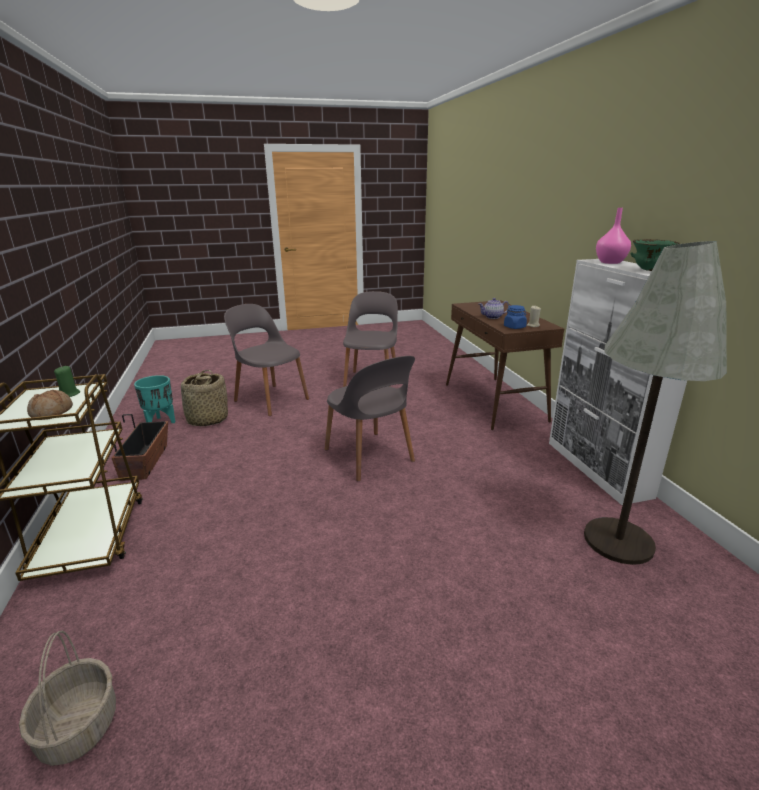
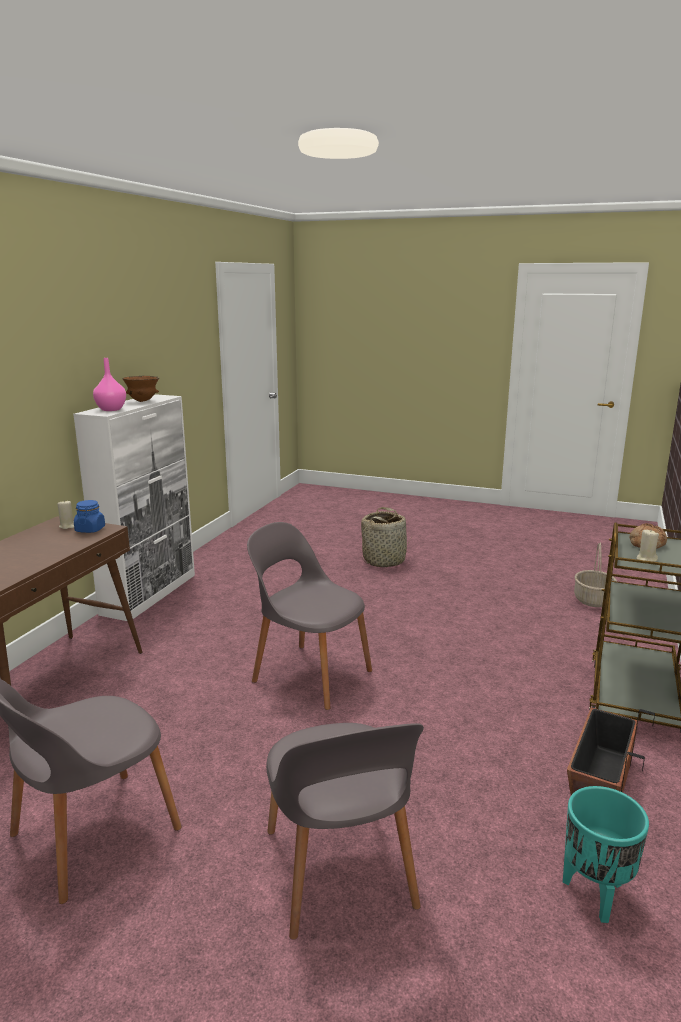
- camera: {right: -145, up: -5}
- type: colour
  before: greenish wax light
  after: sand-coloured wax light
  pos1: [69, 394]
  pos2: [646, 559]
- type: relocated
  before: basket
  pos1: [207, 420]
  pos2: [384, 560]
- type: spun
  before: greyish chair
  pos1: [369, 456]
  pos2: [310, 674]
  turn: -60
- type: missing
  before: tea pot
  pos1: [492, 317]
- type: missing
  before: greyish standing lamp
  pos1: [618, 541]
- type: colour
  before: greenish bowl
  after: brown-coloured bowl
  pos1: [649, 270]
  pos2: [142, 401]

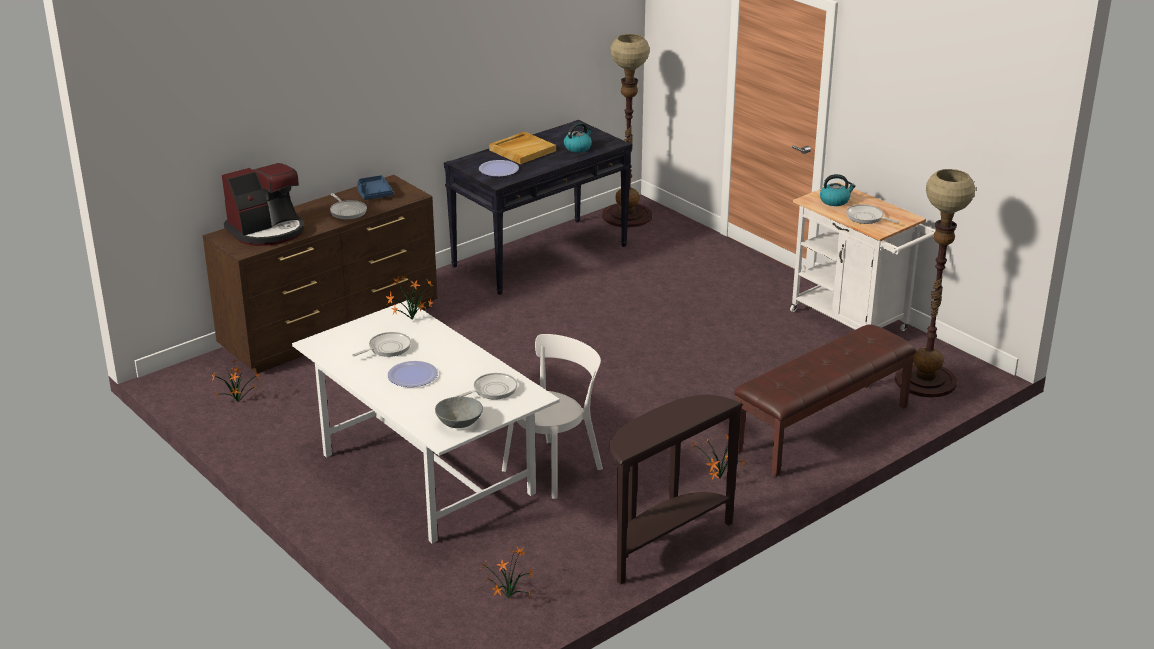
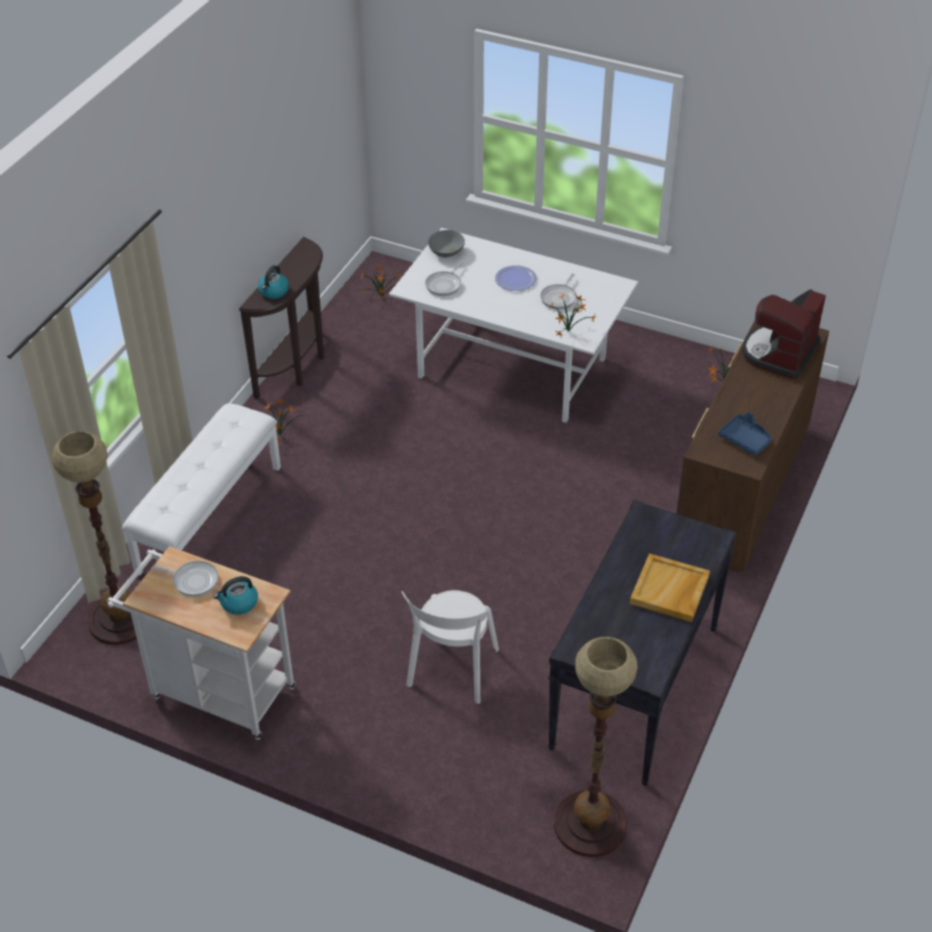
- camera: {right: 155, up: 15}
- type: missing
  before: frying pan
  pos1: [347, 211]
- type: missing
  before: flat dish
  pos1: [498, 169]
- type: relocated
  before: white-coloured chair
  pos1: [555, 467]
  pos2: [451, 671]
- type: relocated
  before: tea kettle
  pos1: [578, 147]
  pos2: [273, 292]
- type: colour
  before: brown-coloured bench
  after: white-coloured bench
  pos1: [822, 429]
  pos2: [209, 518]

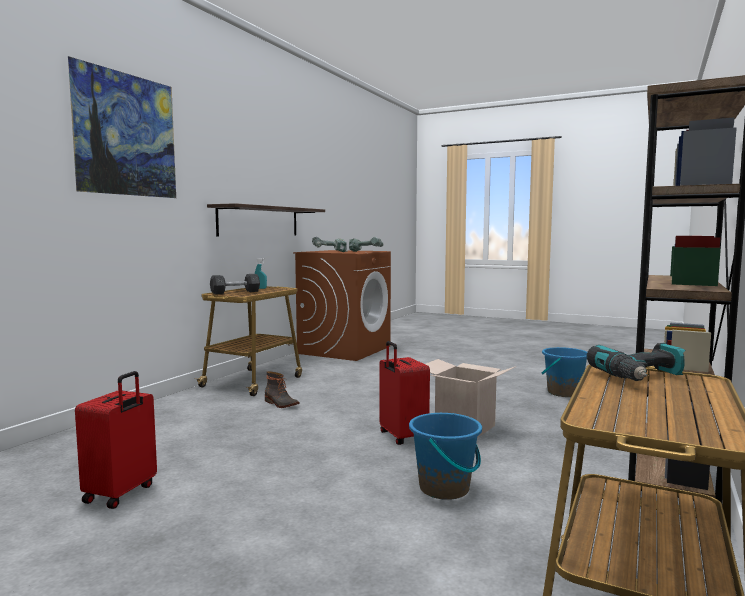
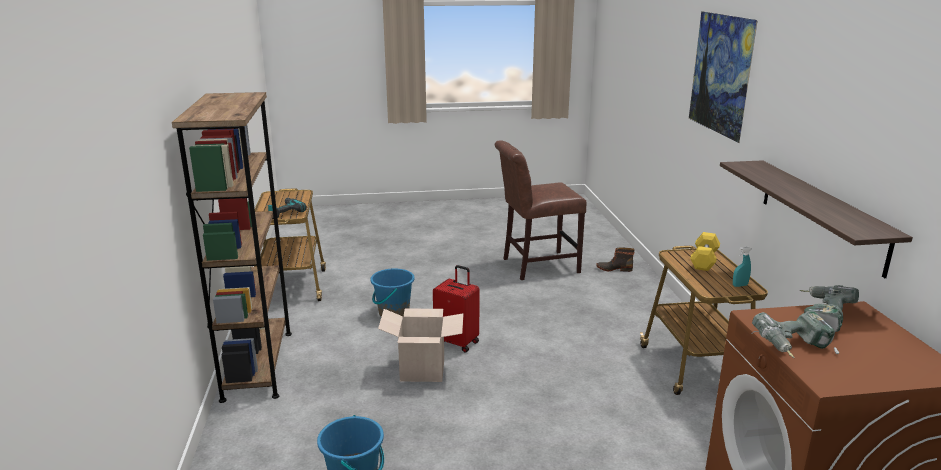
- camera: {right: 145, up: 15}
- type: exchanged
  before: red suitcase
  after: brown-coloured chair
  pos1: [121, 494]
  pos2: [536, 266]
- type: colour
  before: greyish hand weight
  after: yellow-coloured hand weight
  pos1: [235, 292]
  pos2: [704, 260]
- type: relocated
  before: high-top boot
  pos1: [280, 404]
  pos2: [614, 268]

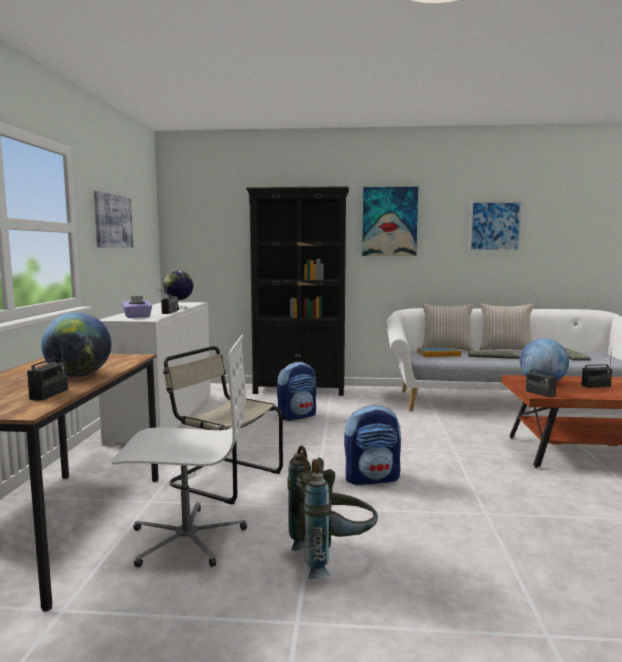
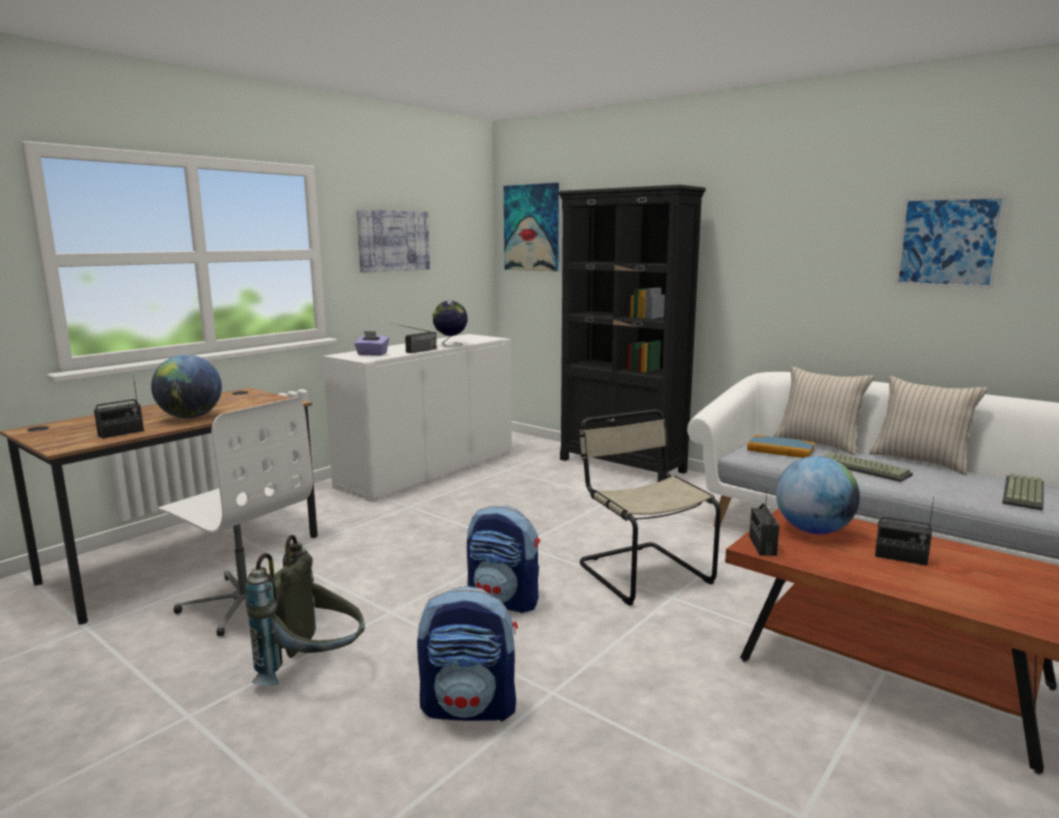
- camera: {right: 35, up: 5}
- type: relocated
  before: sand-coloured chair
  pos1: [223, 478]
  pos2: [641, 571]
- type: relocated
  before: backpack
  pos1: [297, 416]
  pos2: [470, 707]
- type: relocated
  before: picture
  pos1: [389, 221]
  pos2: [532, 228]

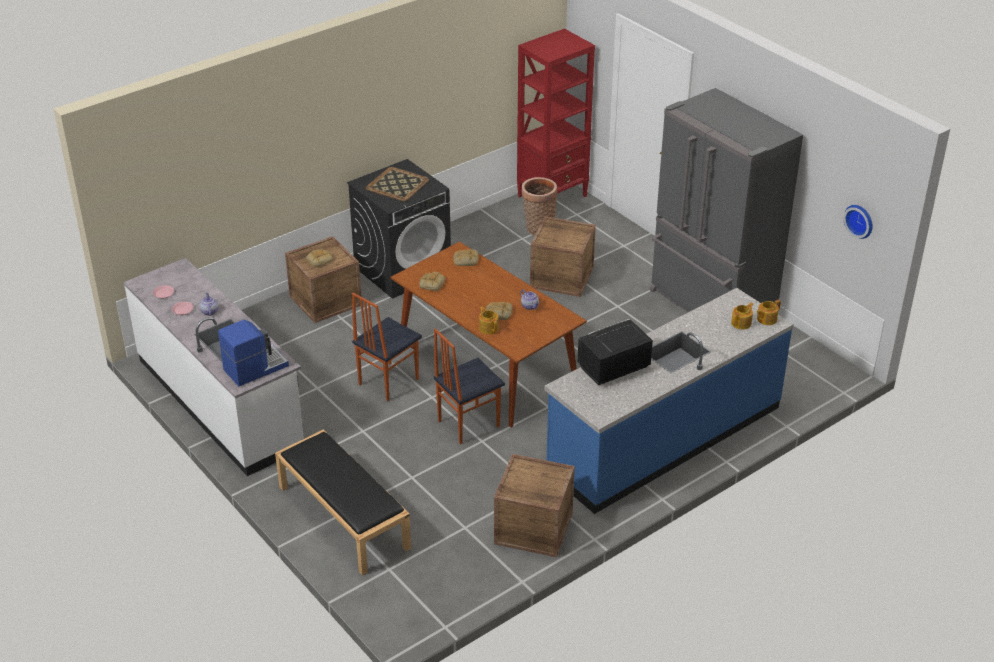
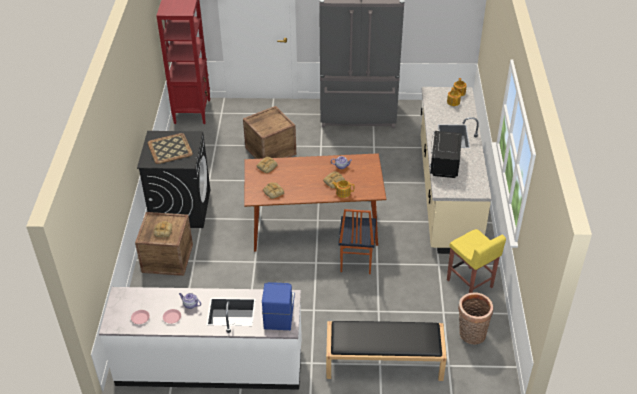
- camera: {right: -50, up: 5}
- type: missing
  before: chair
  pos1: [387, 381]
- type: exchanged
  before: packing crate
  after: yellow-coloured stool
  pos1: [533, 528]
  pos2: [470, 284]
- type: relocated
  before: basket
  pos1: [538, 228]
  pos2: [471, 335]
- type: colour
  before: blue kitchen base unit
  after: sand-coloured kitchen base unit
  pos1: [664, 438]
  pos2: [447, 194]
- type: missing
  before: hanging clock
  pos1: [860, 220]

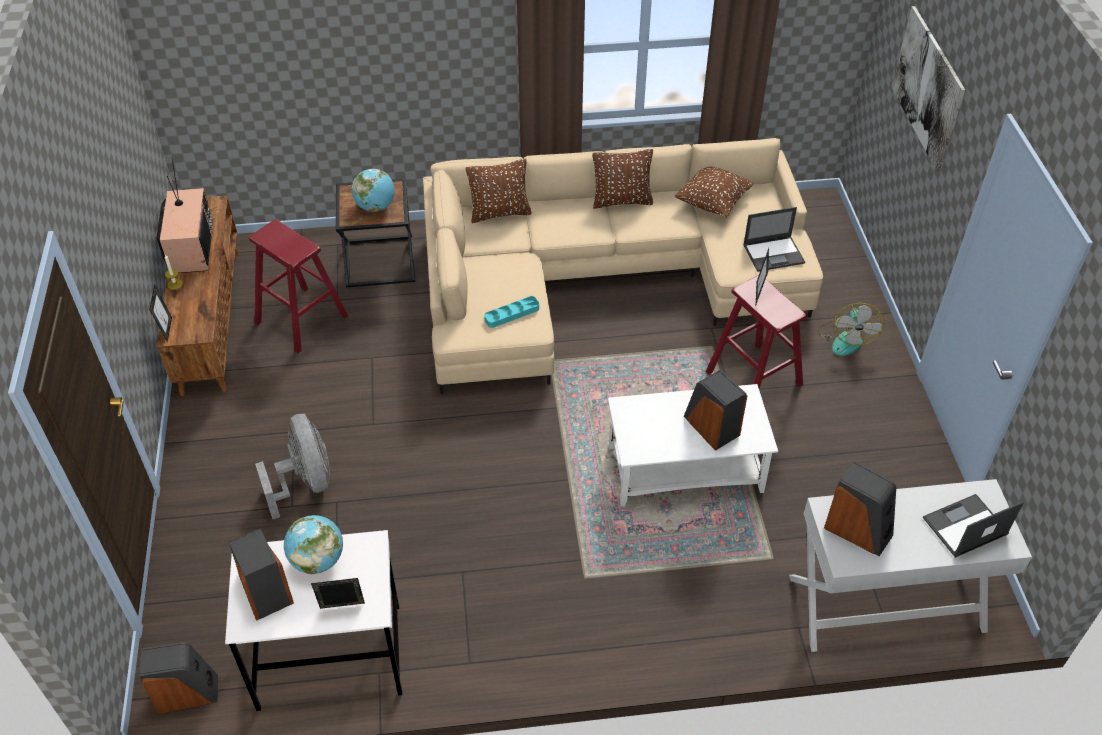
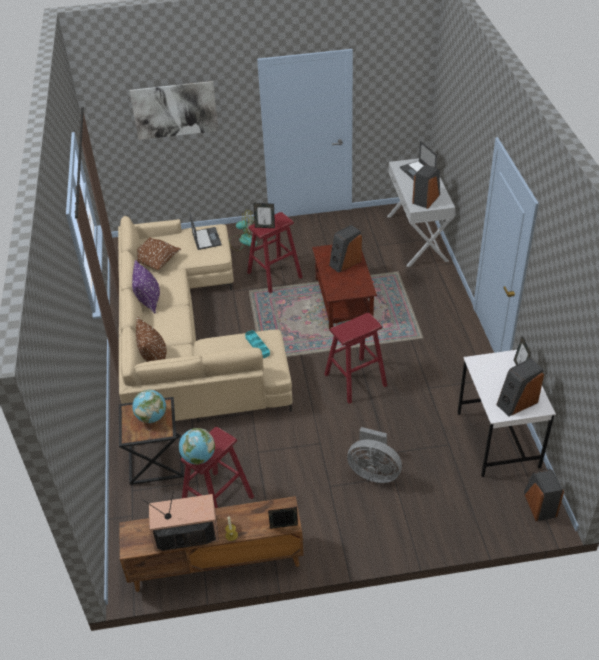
- camera: {right: -90, up: -5}
- type: spun
  before: greyish cooling fan
  pos1: [305, 483]
  pos2: [373, 472]
  turn: -135
- type: relocated
  before: globe
  pos1: [317, 560]
  pos2: [198, 458]
- type: colour
  before: brown-coloured cushion
  after: purple-coloured cushion
  pos1: [621, 201]
  pos2: [149, 300]
- type: colour
  before: white-coloured coffee table
  after: brown-coloured coffee table
  pos1: [686, 468]
  pos2: [343, 301]
- type: appeared
  after: red stool
  pos2: [355, 380]

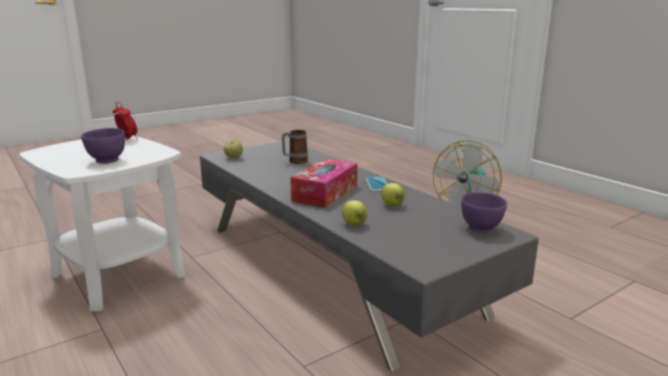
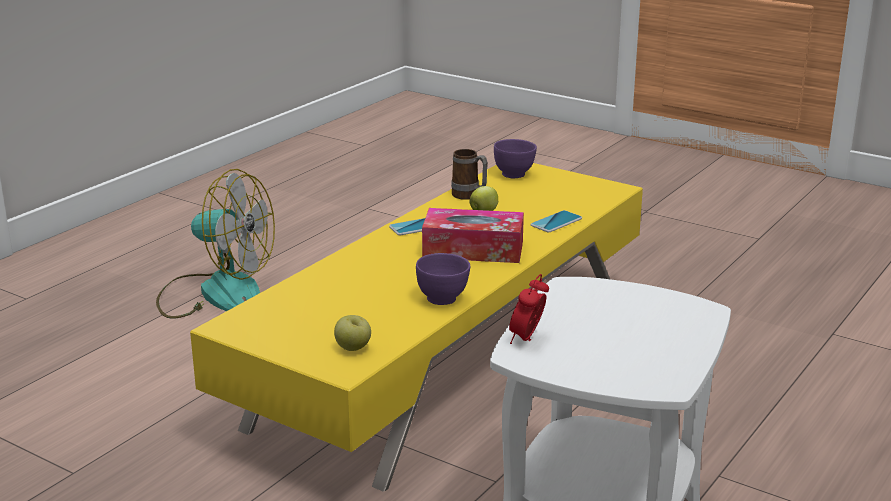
- camera: {right: -110, up: 5}
- type: relocated
  before: purple-coloured bowl
  pos1: [107, 161]
  pos2: [443, 299]
- type: colour
  before: greyish coffee table
  after: yellow-coloured coffee table
  pos1: [331, 267]
  pos2: [446, 360]
- type: relocated
  before: mug
  pos1: [294, 162]
  pos2: [469, 196]
- type: exchanged
  before: apple fruit
  after: phone
  pos1: [354, 224]
  pos2: [556, 222]

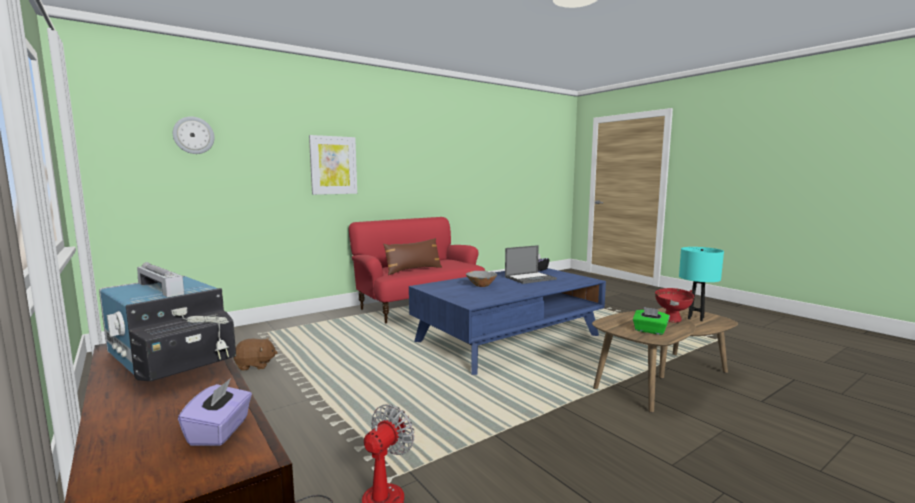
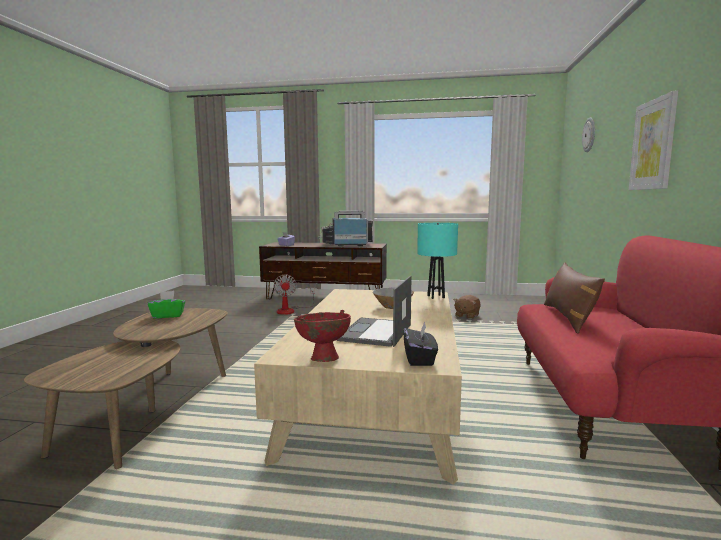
- camera: {right: 135, up: 0}
- type: colour
  before: blue coffee table
  after: sand-coloured coffee table
  pos1: [509, 338]
  pos2: [376, 399]
- type: relocated
  before: red bowl
  pos1: [672, 320]
  pos2: [322, 359]
- type: relocated
  before: blue-green lamp for a table
  pos1: [695, 318]
  pos2: [436, 297]

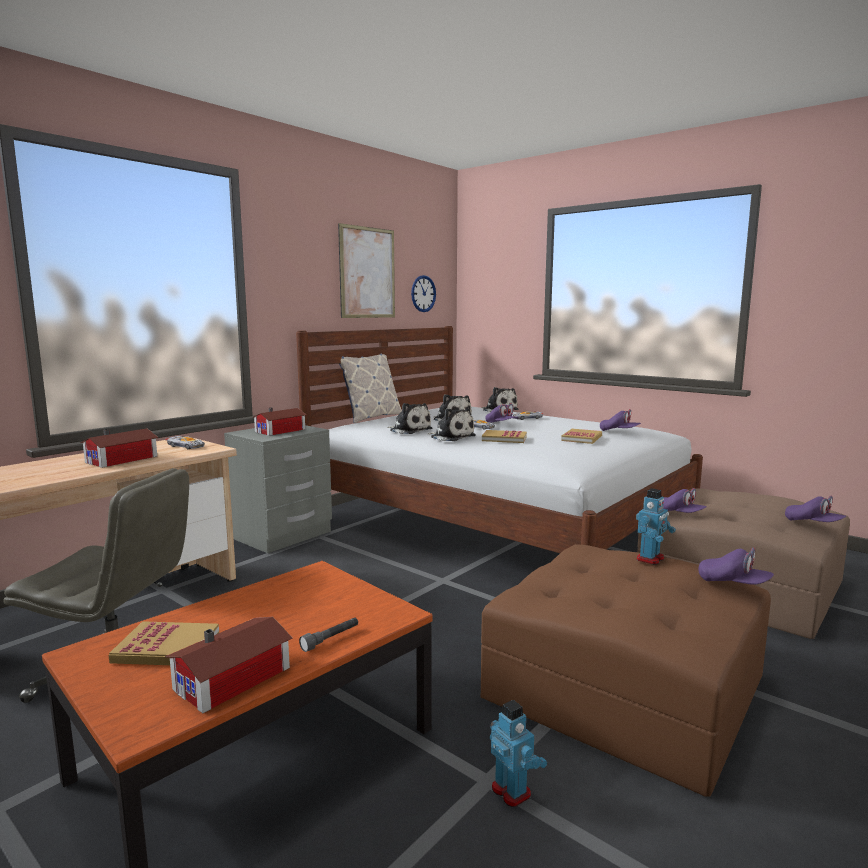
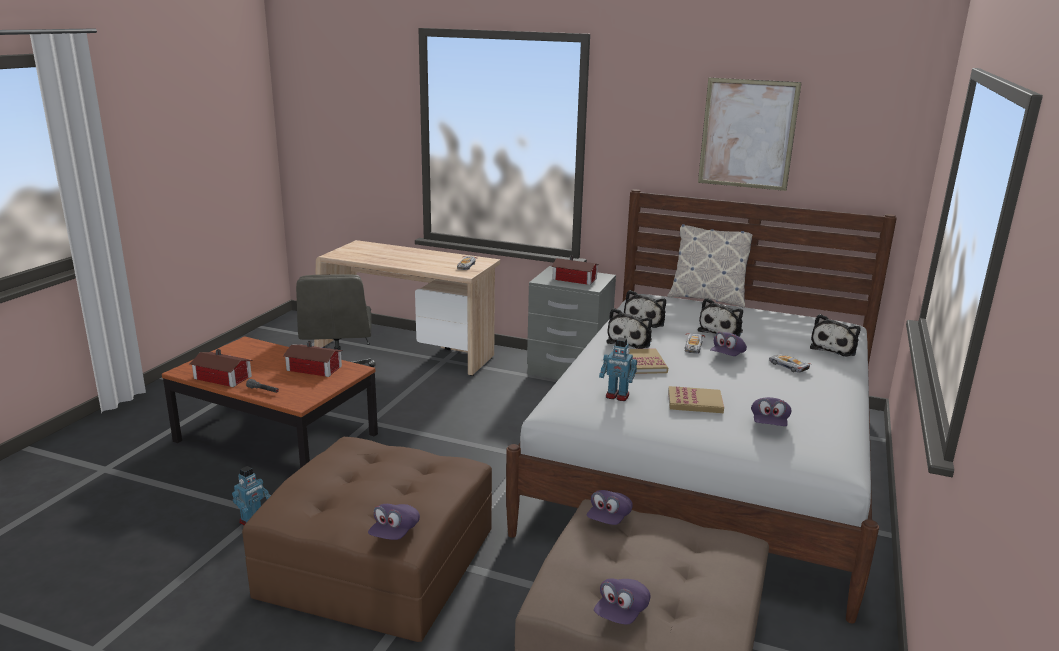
- camera: {right: 70, up: 10}
- type: relocated
  before: toy house
  pos1: [124, 459]
  pos2: [315, 369]
- type: missing
  before: volume
  pos1: [166, 648]
- type: missing
  before: hanging clock
  pos1: [423, 293]
- type: relocated
  before: toy robot
  pos1: [651, 559]
  pos2: [617, 396]

